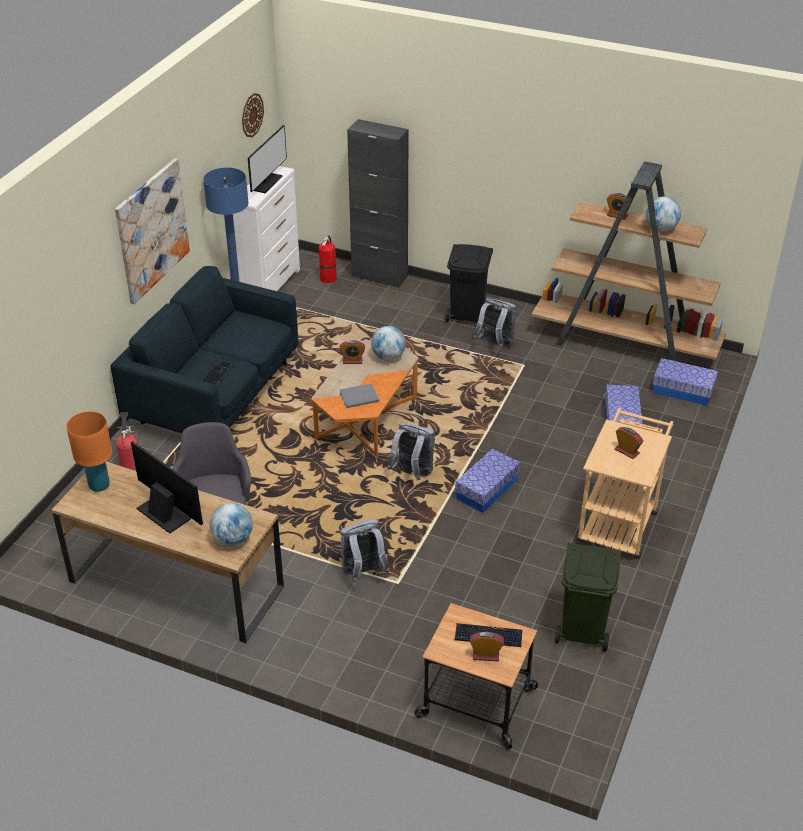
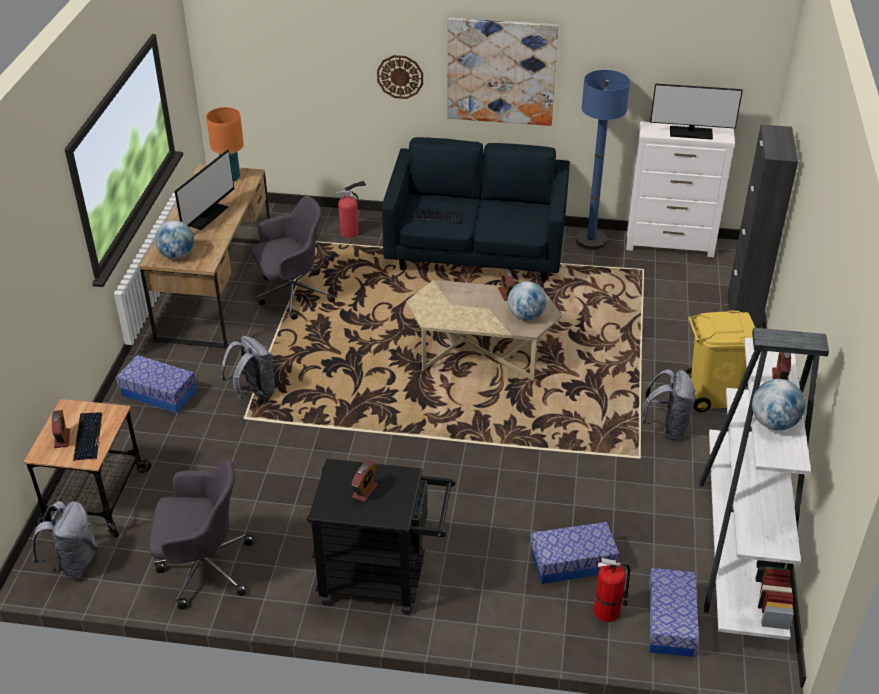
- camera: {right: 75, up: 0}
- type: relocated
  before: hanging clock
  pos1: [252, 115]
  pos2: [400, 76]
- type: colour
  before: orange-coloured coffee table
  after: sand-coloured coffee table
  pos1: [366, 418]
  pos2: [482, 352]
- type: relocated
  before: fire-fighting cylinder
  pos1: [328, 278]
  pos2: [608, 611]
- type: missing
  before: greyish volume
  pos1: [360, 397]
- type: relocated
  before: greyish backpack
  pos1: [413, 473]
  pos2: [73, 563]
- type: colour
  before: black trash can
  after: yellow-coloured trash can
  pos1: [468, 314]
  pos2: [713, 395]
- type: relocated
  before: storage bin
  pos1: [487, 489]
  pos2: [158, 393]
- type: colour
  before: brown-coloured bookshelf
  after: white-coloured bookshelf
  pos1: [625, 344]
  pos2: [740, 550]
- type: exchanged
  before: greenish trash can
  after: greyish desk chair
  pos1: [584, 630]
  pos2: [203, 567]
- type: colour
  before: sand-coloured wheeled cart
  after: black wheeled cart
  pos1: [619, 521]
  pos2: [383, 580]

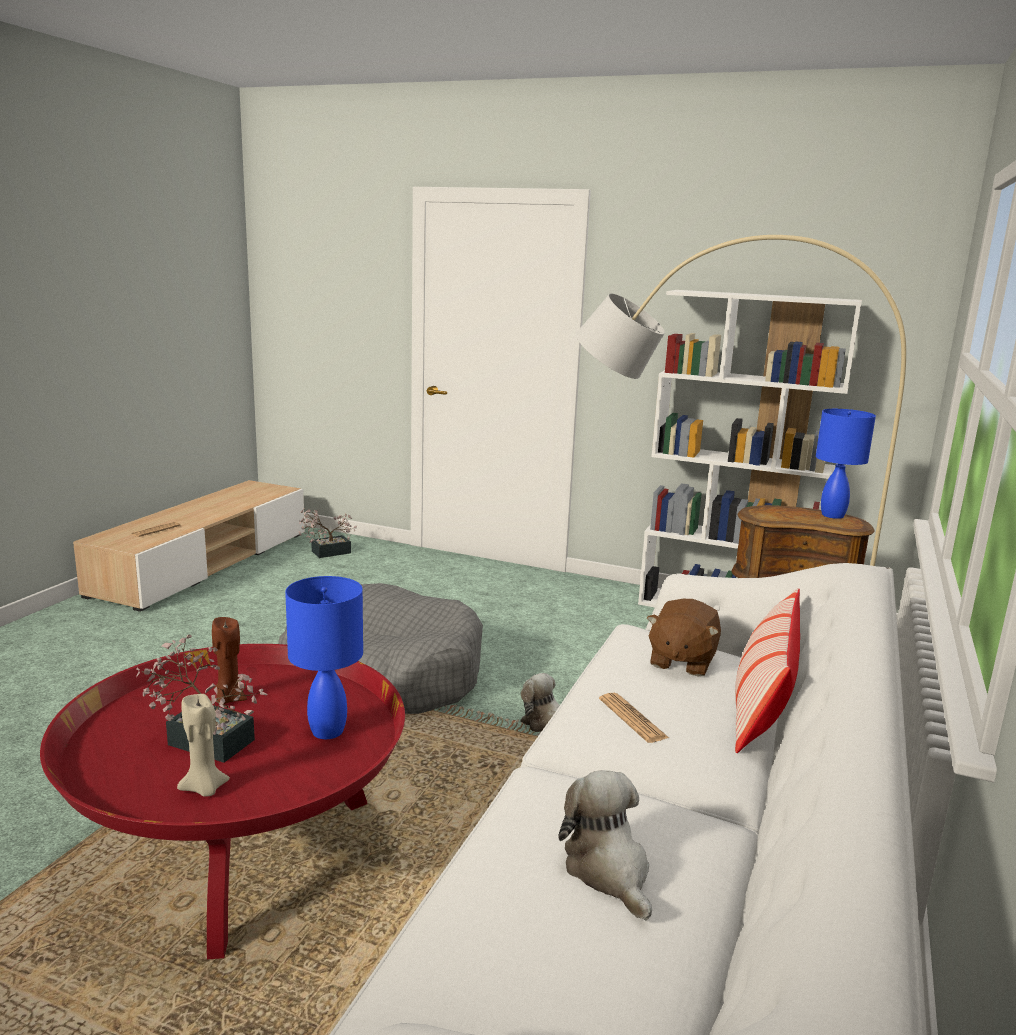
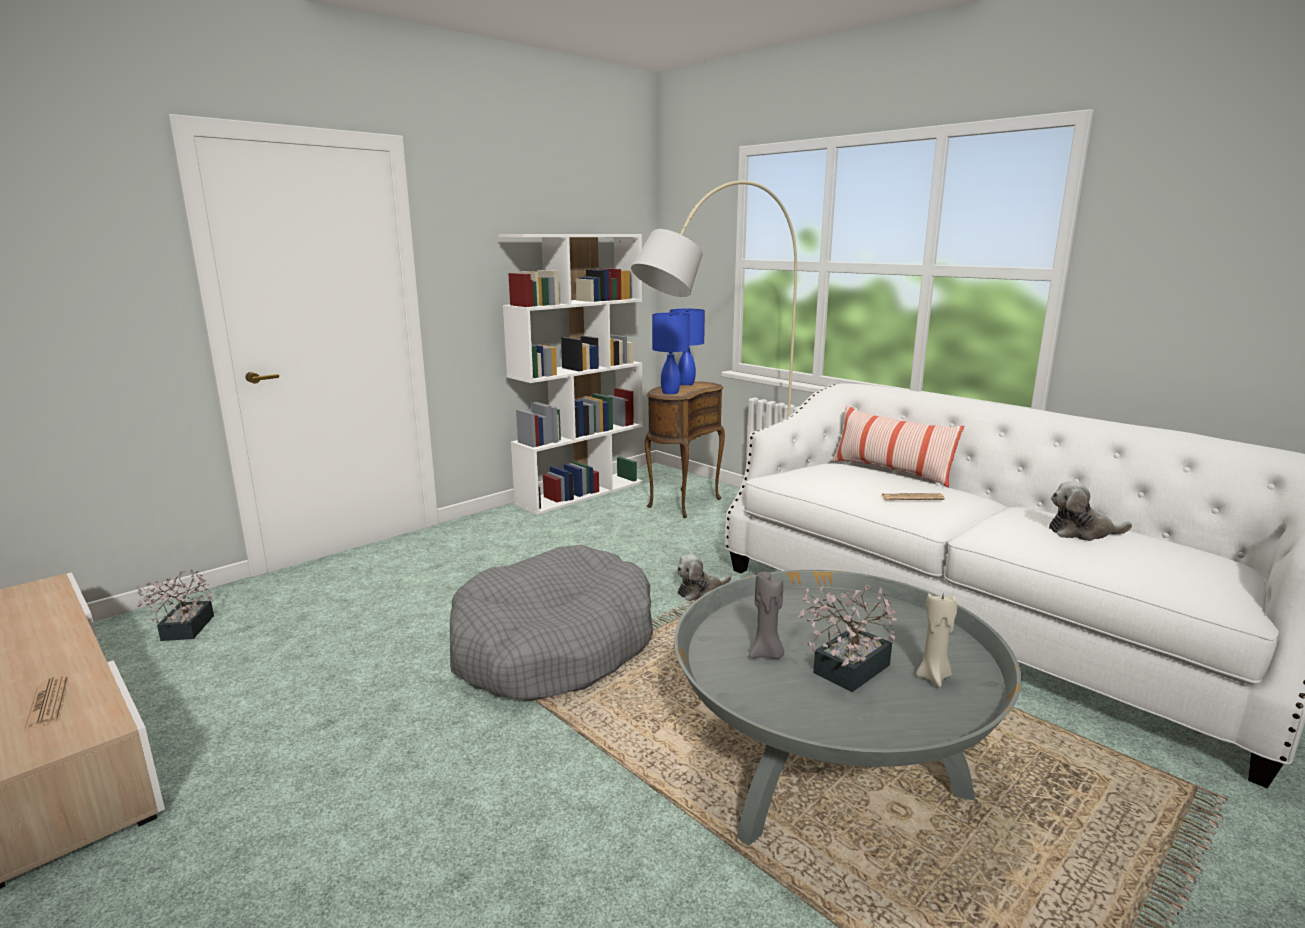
- camera: {right: -65, up: 0}
- type: colour
  before: red coffee table
  after: greyish coffee table
  pos1: [240, 851]
  pos2: [829, 770]
- type: colour
  before: brown-coloured wax light
  after: greyish wax light
  pos1: [229, 699]
  pos2: [766, 654]
- type: relocated
  before: blue lamp for a table
  pos1: [328, 730]
  pos2: [669, 392]
- type: missing
  before: brown-coloured soft toy
  pos1: [681, 661]

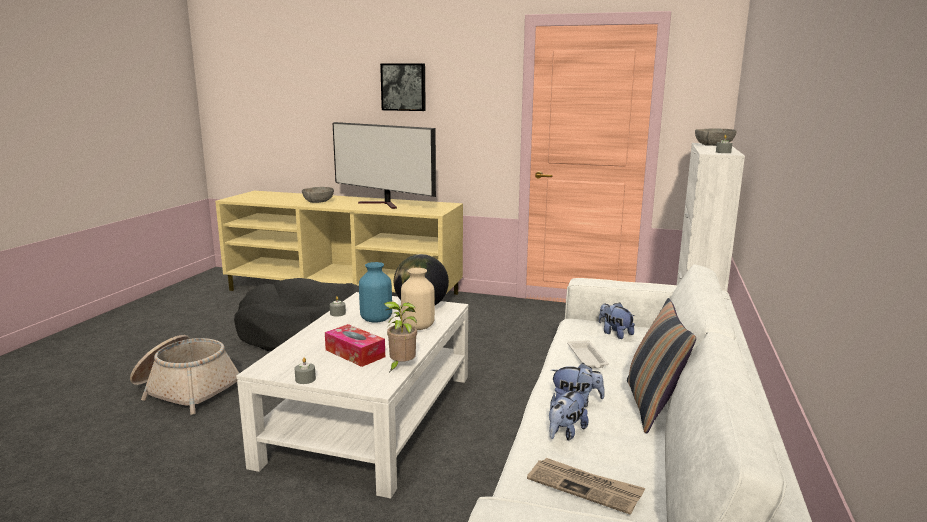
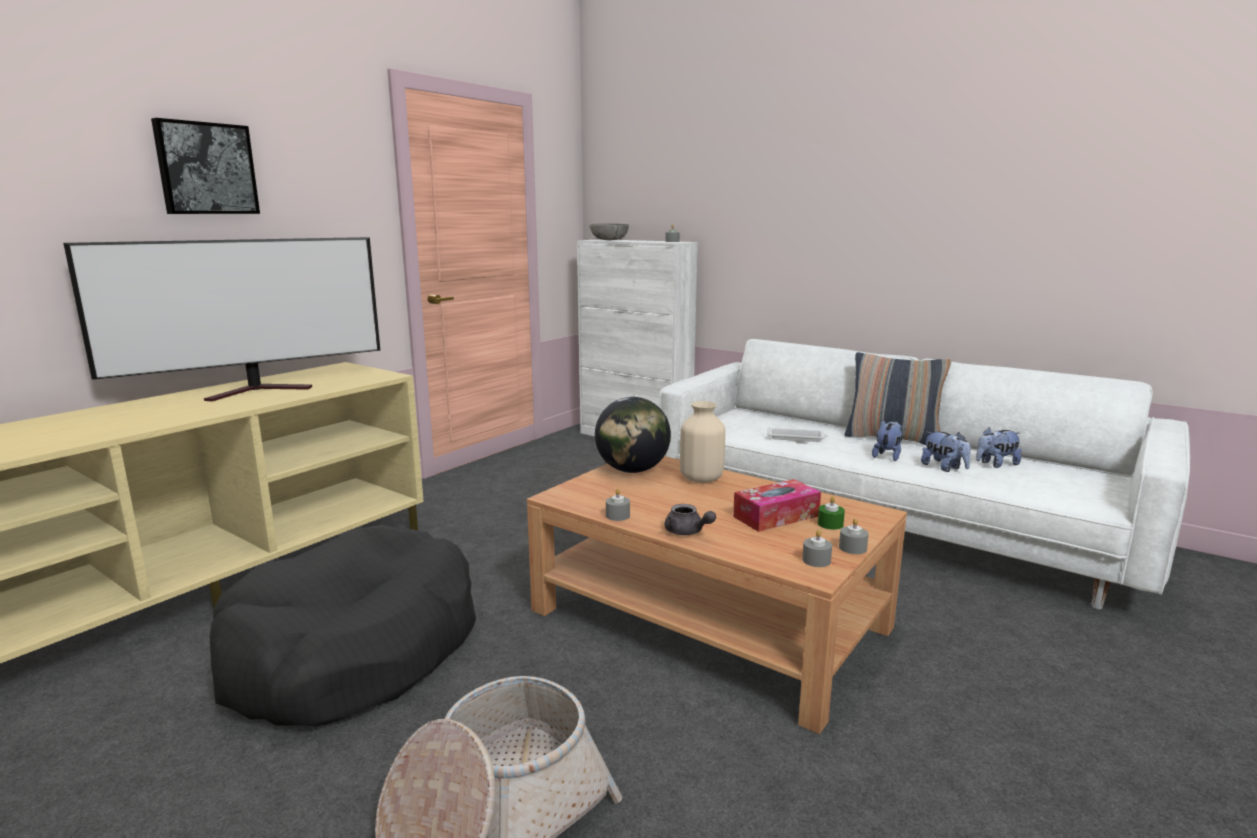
- camera: {right: -70, up: 0}
- type: colour
  before: white-coloured coffee table
  after: brown-coloured coffee table
  pos1: [372, 418]
  pos2: [710, 619]
- type: missing
  before: greyish bowl
  pos1: [318, 201]
- type: missing
  before: blue vase
  pos1: [376, 319]
- type: missing
  before: potted plant
  pos1: [401, 367]
- type: missing
  before: printed paper
  pos1: [585, 487]
- type: relocated
  before: soft toy
  pos1: [615, 333]
  pos2: [995, 464]
- type: appeared
  after: greyish tea pot
  pos2: [687, 532]
- type: appeared
  after: greyish wax light
  pos2: [816, 560]
- type: appeared
  after: greenish wax light
  pos2: [830, 524]

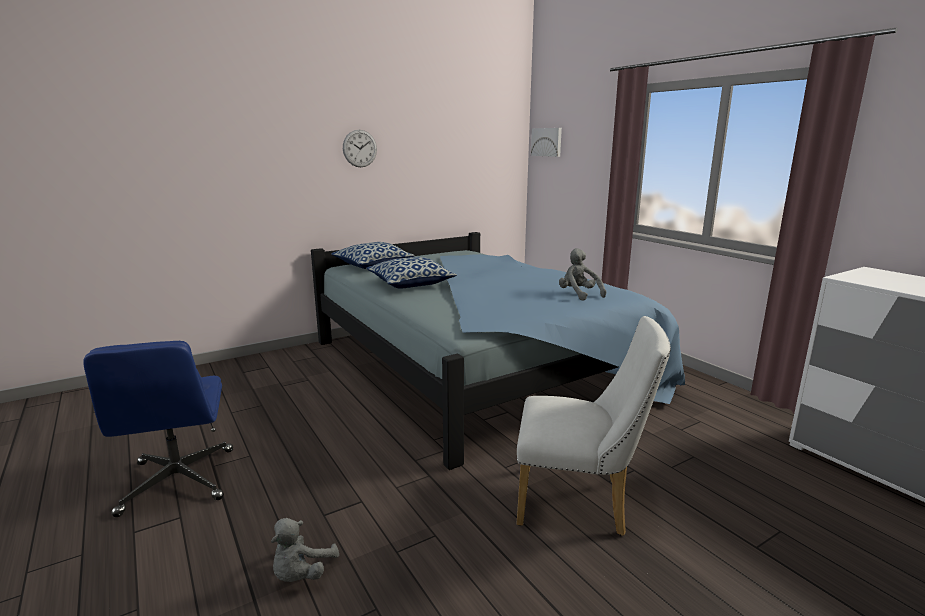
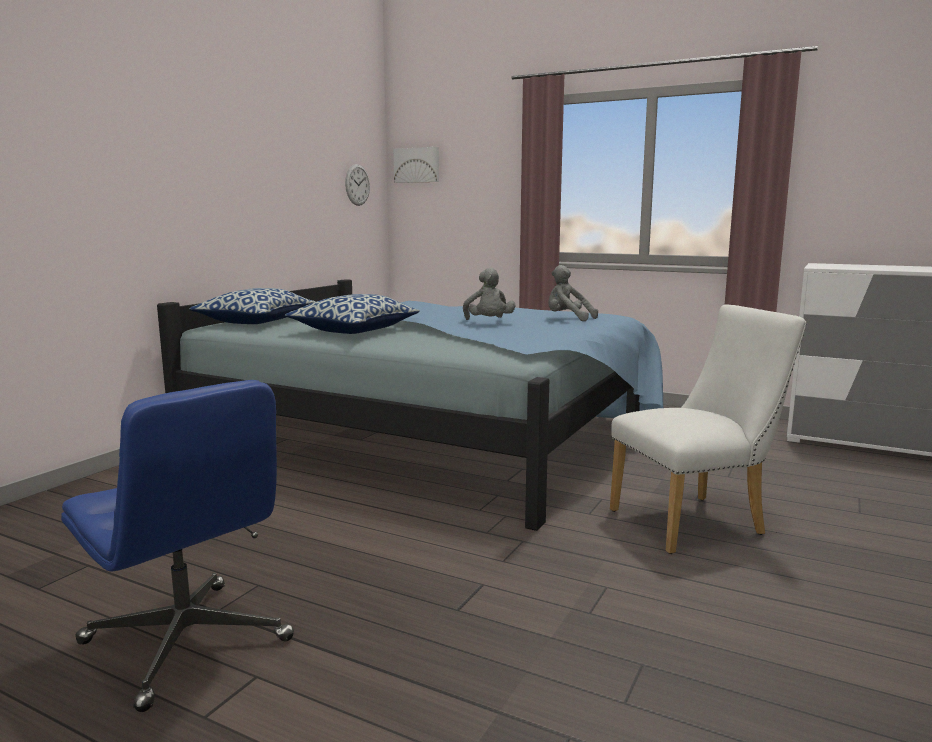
- camera: {right: -30, up: -5}
- type: relocated
  before: greyish soft toy
  pos1: [301, 574]
  pos2: [489, 323]
- type: relocated
  before: hanging clock
  pos1: [360, 148]
  pos2: [357, 185]

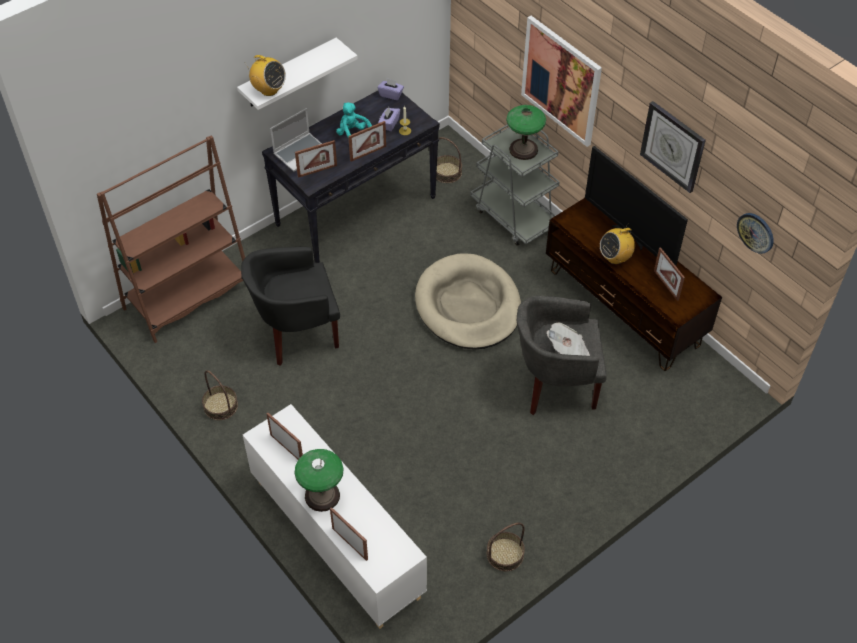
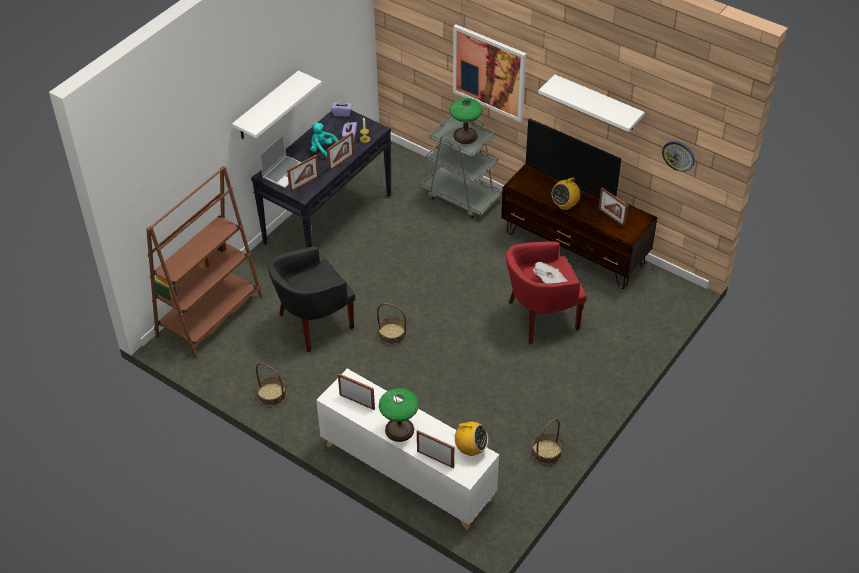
- camera: {right: -15, up: -5}
- type: relocated
  before: radio receiver
  pos1: [269, 90]
  pos2: [470, 449]
- type: missing
  before: sand-coloured dog bed
  pos1: [468, 305]
- type: relocated
  before: basket
  pos1: [447, 172]
  pos2: [392, 334]
- type: colour
  before: greyish easy chair
  after: red easy chair
  pos1: [555, 383]
  pos2: [540, 317]
- type: exchanged
  before: hanging clock
  after: white-coloured shelf
  pos1: [673, 146]
  pos2: [597, 103]

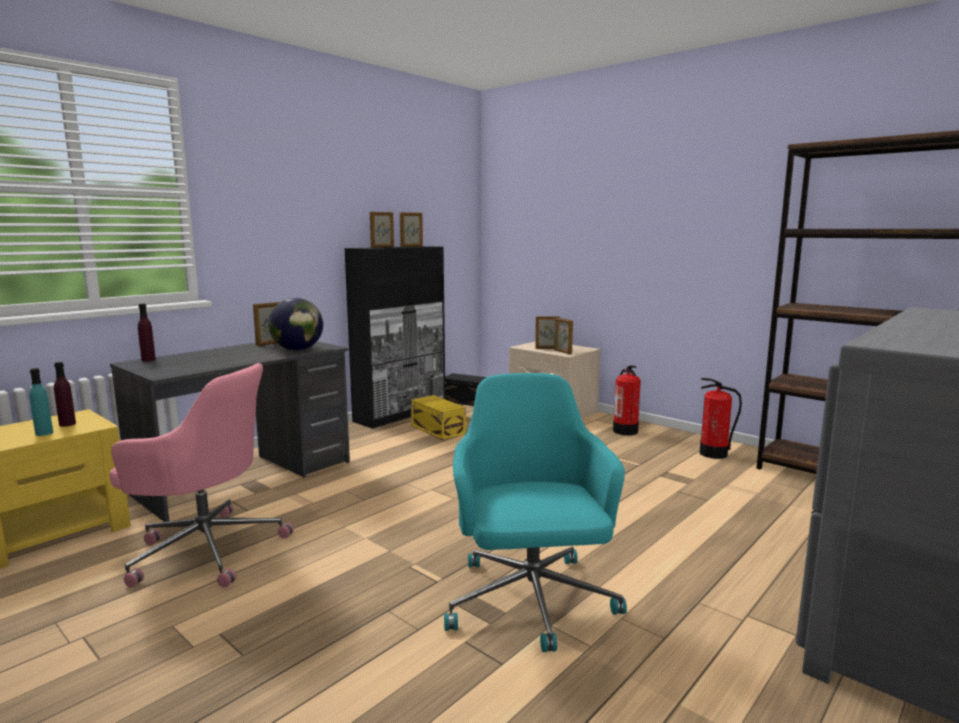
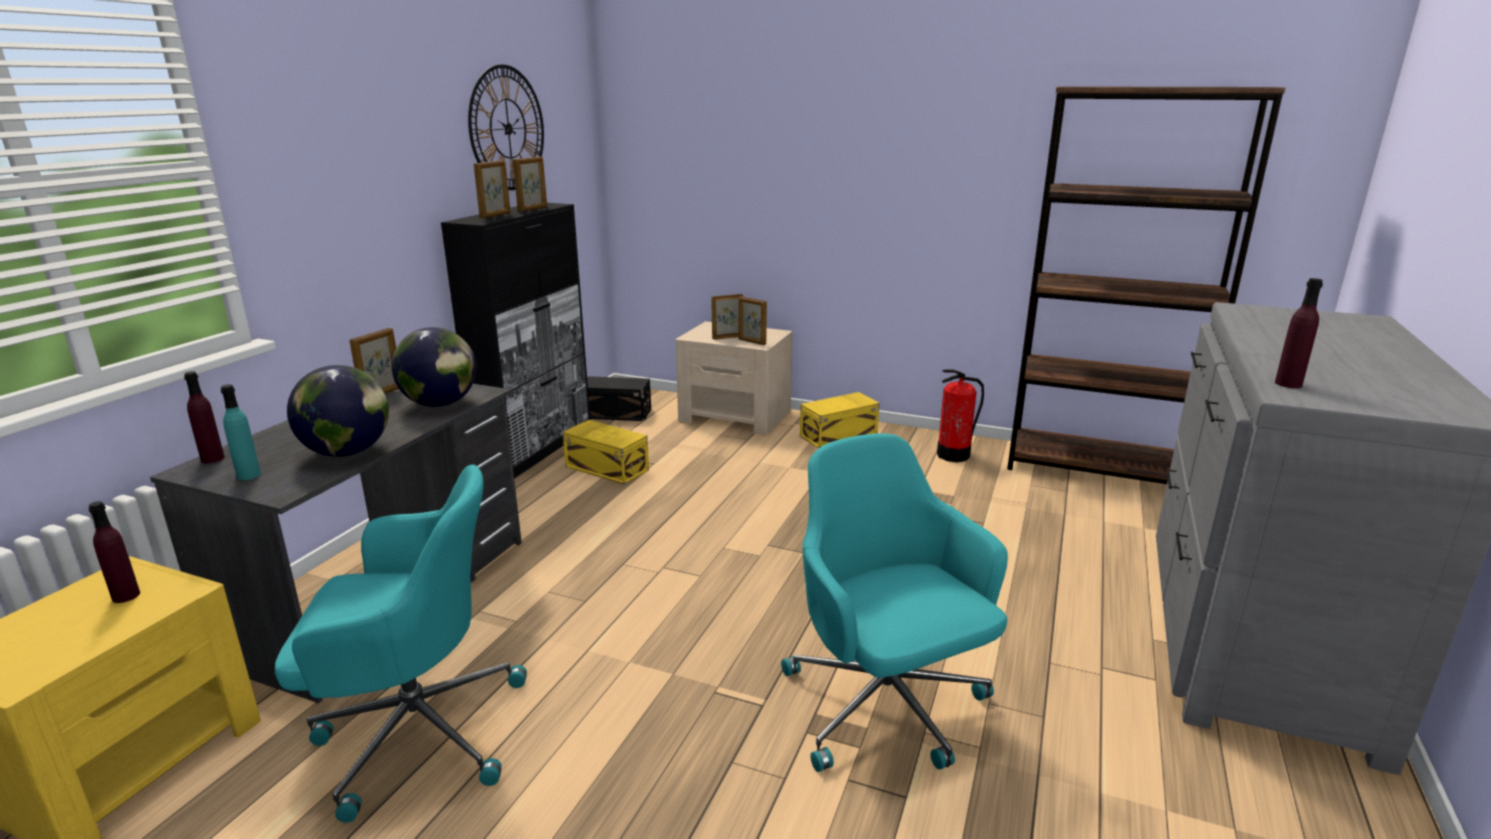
- camera: {right: -20, up: 10}
- type: relocated
  before: blue-green beverage bottle
  pos1: [44, 433]
  pos2: [248, 475]
- type: colour
  before: pink-coloured desk chair
  after: blue-green desk chair
  pos1: [206, 549]
  pos2: [415, 731]
- type: exchanged
  before: fire-fighting cylinder
  after: yellow-coloured storage bin
  pos1: [625, 431]
  pos2: [840, 436]
- type: appeared
  after: globe
  pos2: [348, 452]
- type: appeared
  after: hanging clock
  pos2: [508, 128]
- type: appeared
  after: purple-coloured beverage bottle
  pos2: [1288, 384]

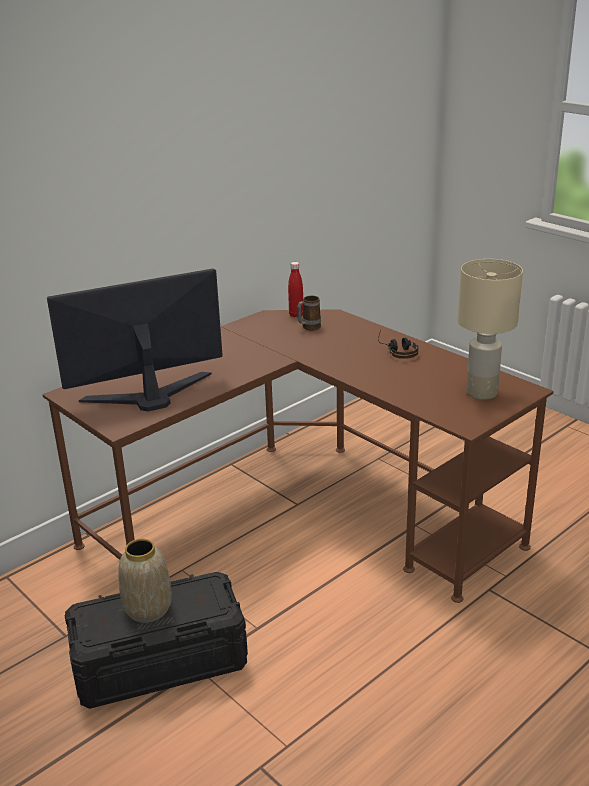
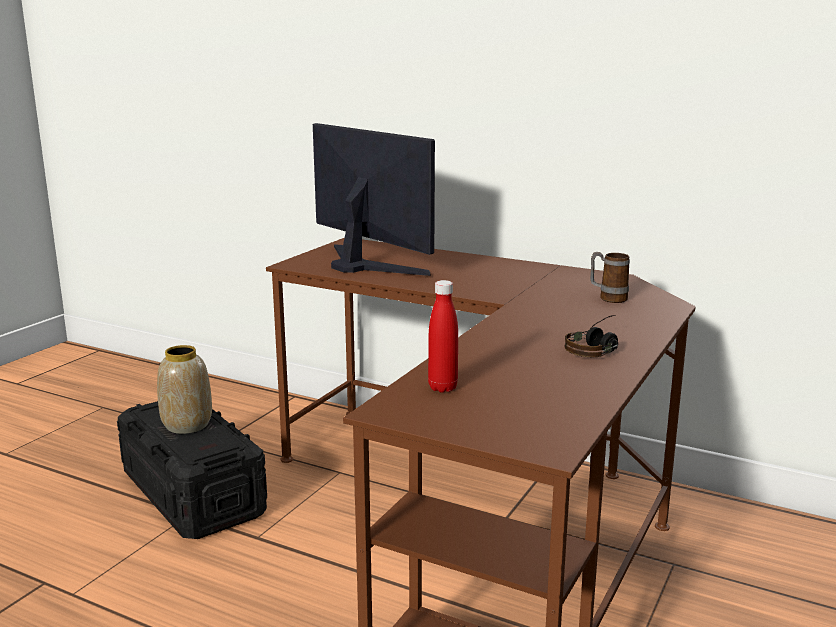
- camera: {right: 70, up: -10}
- type: relocated
  before: red beverage bottle
  pos1: [296, 315]
  pos2: [442, 387]
- type: missing
  before: sand-coloured lamp for a table
  pos1: [480, 392]

